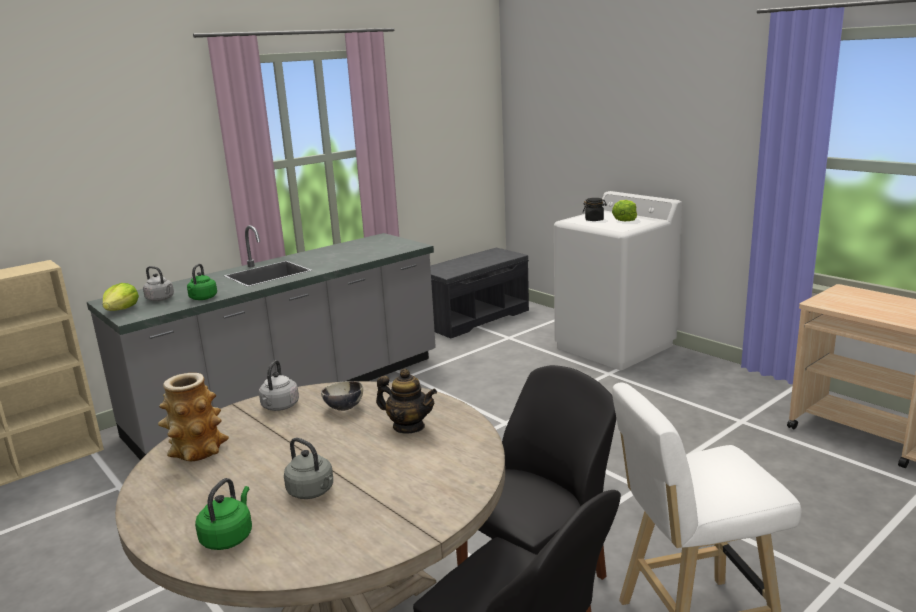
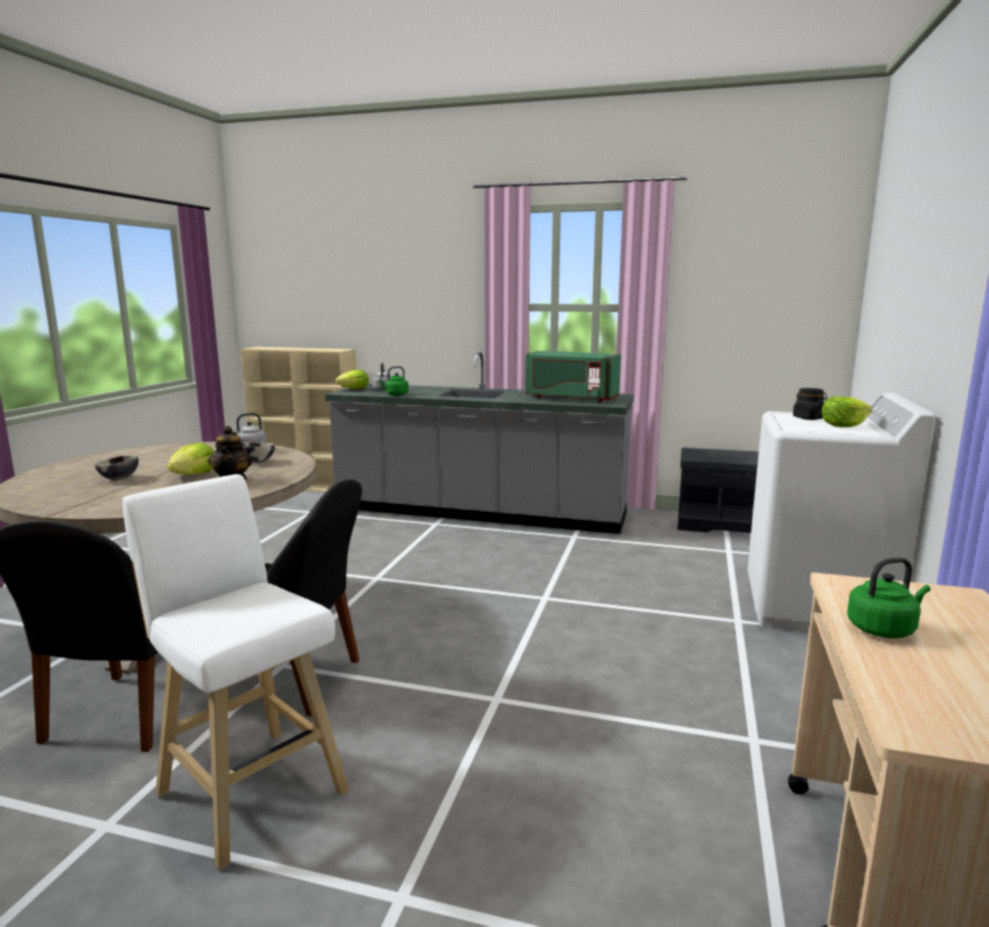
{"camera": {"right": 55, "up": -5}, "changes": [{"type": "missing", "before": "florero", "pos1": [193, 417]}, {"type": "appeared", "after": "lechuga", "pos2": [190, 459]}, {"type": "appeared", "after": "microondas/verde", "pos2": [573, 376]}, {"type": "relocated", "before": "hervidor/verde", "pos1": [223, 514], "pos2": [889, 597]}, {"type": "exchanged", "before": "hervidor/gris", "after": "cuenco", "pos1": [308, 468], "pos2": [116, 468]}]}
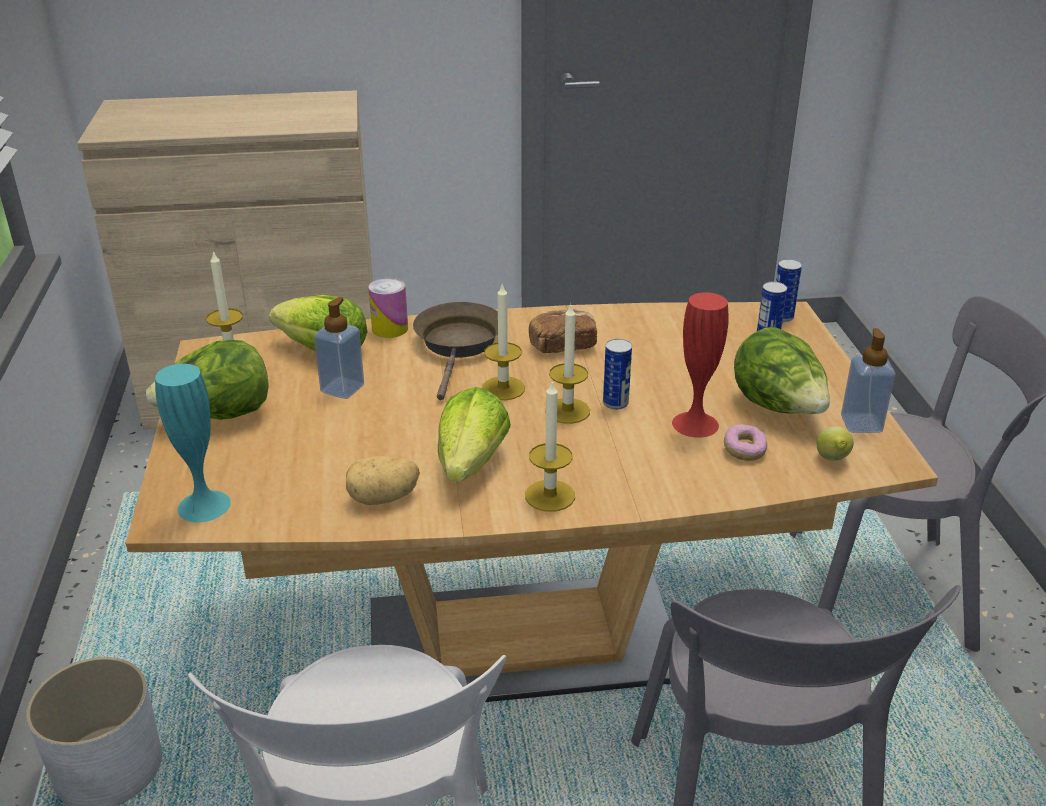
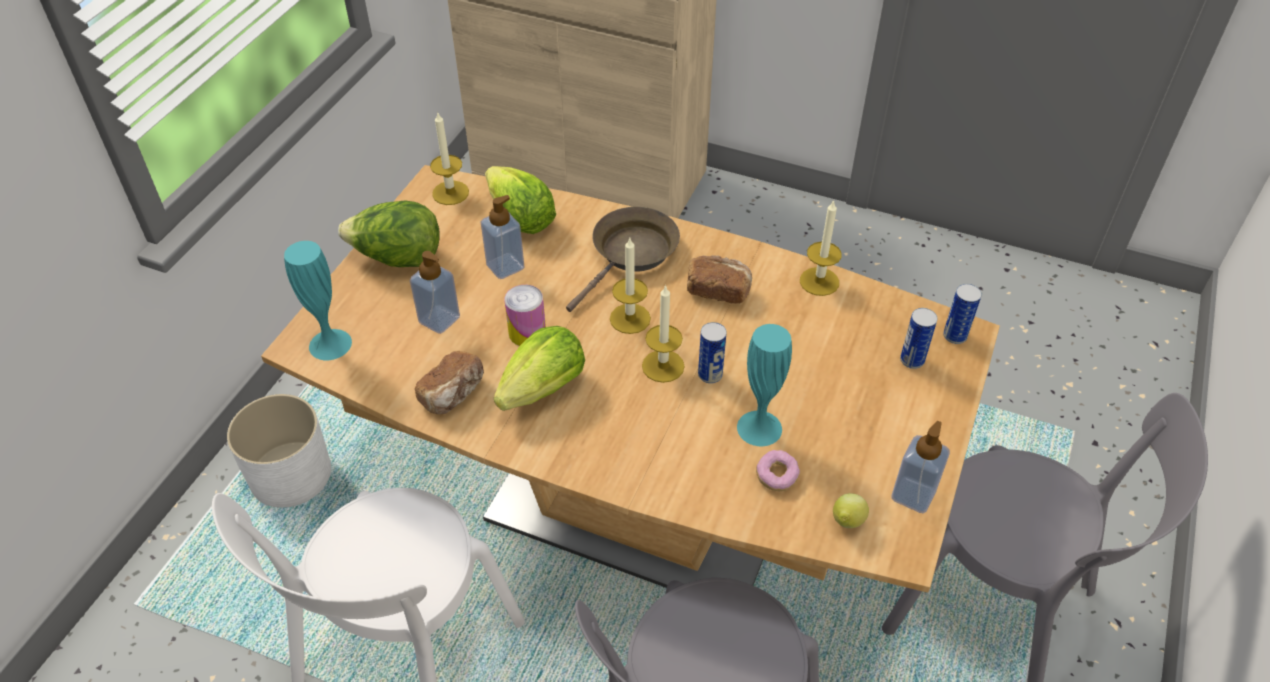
{"camera": {"right": 30, "up": 15}, "changes": [{"type": "missing", "before": "lechuga", "pos1": [782, 370]}, {"type": "appeared", "after": "dispensador de jabón", "pos2": [435, 292]}, {"type": "relocated", "before": "lata", "pos1": [388, 308], "pos2": [525, 315]}, {"type": "relocated", "before": "vela", "pos1": [550, 447], "pos2": [821, 248]}, {"type": "exchanged", "before": "patata", "after": "pan", "pos1": [383, 480], "pos2": [449, 382]}, {"type": "colour", "before": "florero/rojo", "after": "florero/turquesa", "pos1": [700, 365], "pos2": [764, 385]}]}
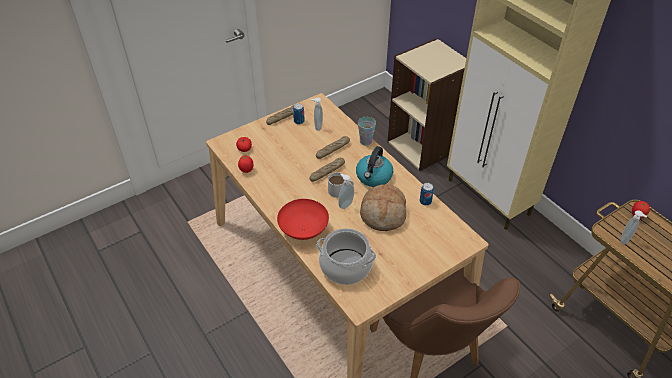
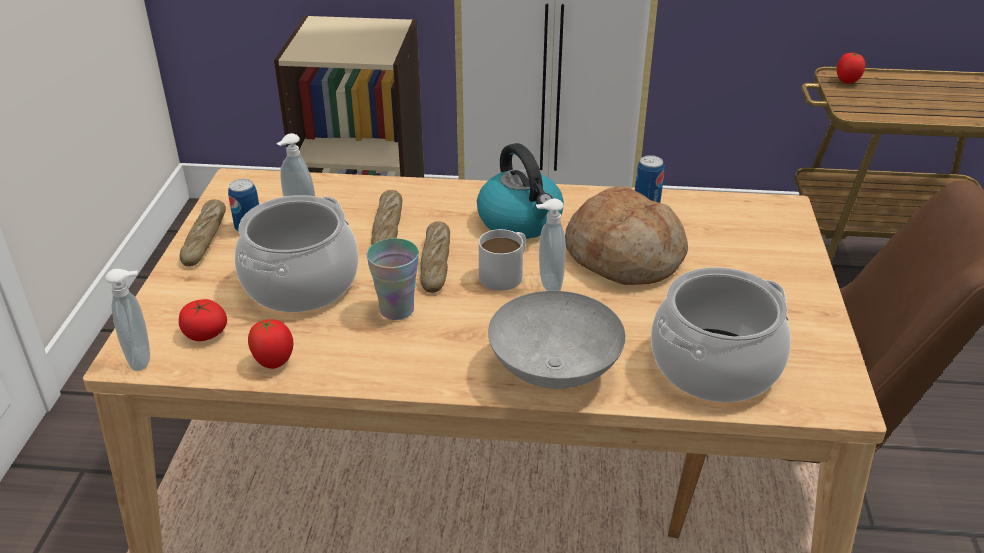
{"camera": {"right": -50, "up": -10}, "changes": [{"type": "appeared", "after": "olla", "pos2": [297, 253]}, {"type": "relocated", "before": "taza", "pos1": [367, 131], "pos2": [393, 279]}, {"type": "relocated", "before": "dispensador de jabón", "pos1": [633, 227], "pos2": [127, 320]}, {"type": "colour", "before": "cuenco/rojo", "after": "cuenco/gris", "pos1": [303, 219], "pos2": [557, 340]}]}
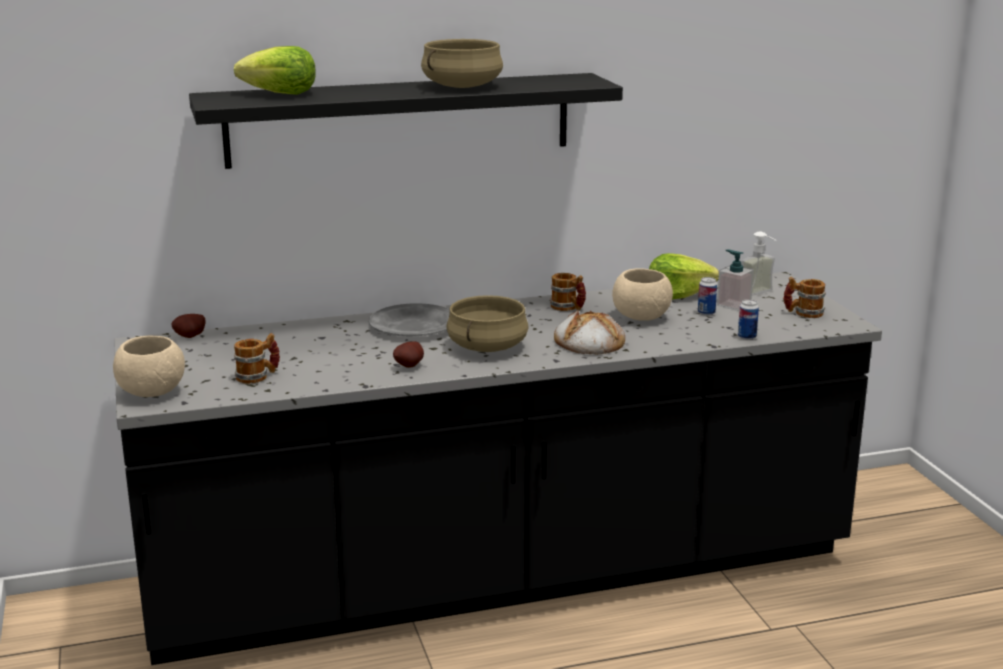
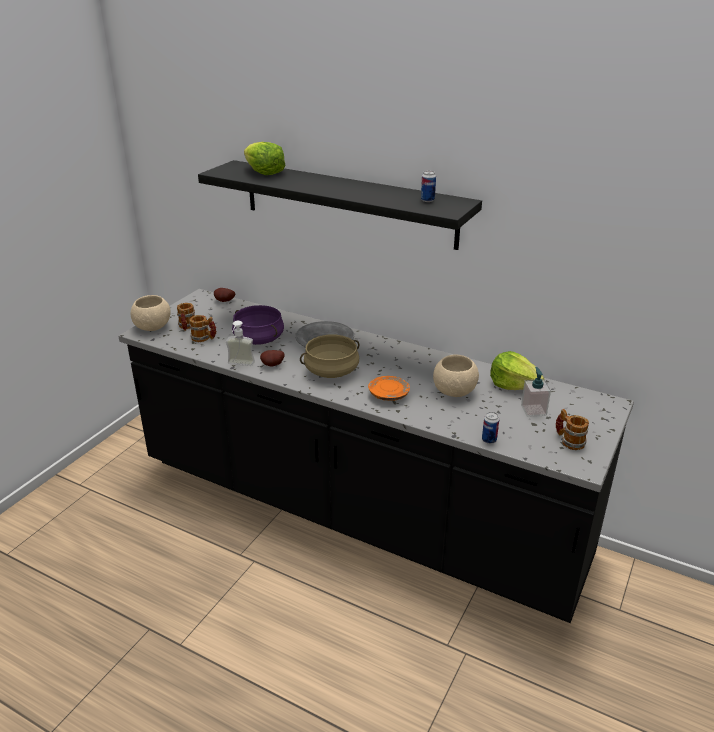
{"camera": {"right": 45, "up": 10}, "changes": [{"type": "missing", "before": "olla/beis", "pos1": [462, 63]}, {"type": "appeared", "after": "olla/morado", "pos2": [258, 325]}, {"type": "relocated", "before": "taza grande", "pos1": [568, 292], "pos2": [186, 317]}, {"type": "relocated", "before": "lata", "pos1": [707, 296], "pos2": [428, 186]}, {"type": "relocated", "before": "dispensador de jabón", "pos1": [759, 263], "pos2": [240, 343]}, {"type": "exchanged", "before": "pan", "after": "plato/naranja", "pos1": [589, 332], "pos2": [389, 388]}]}
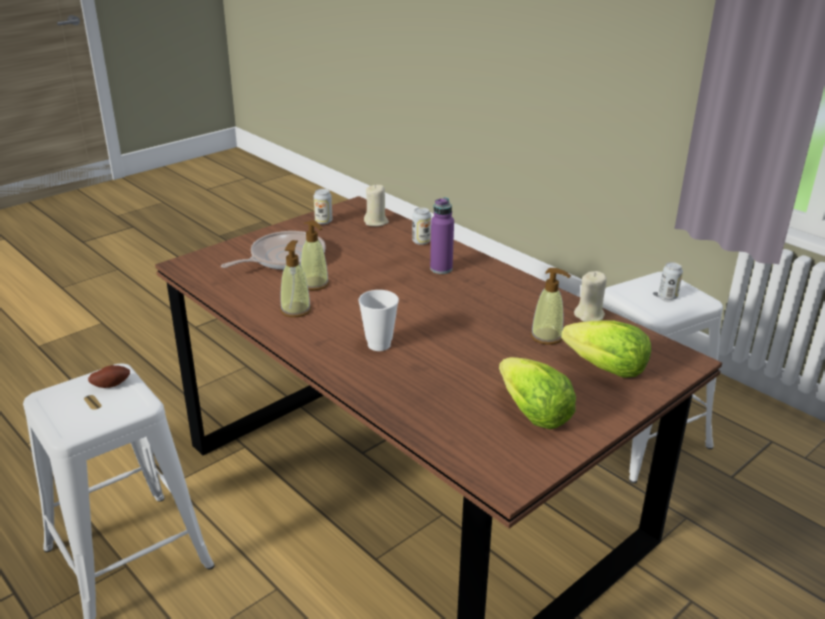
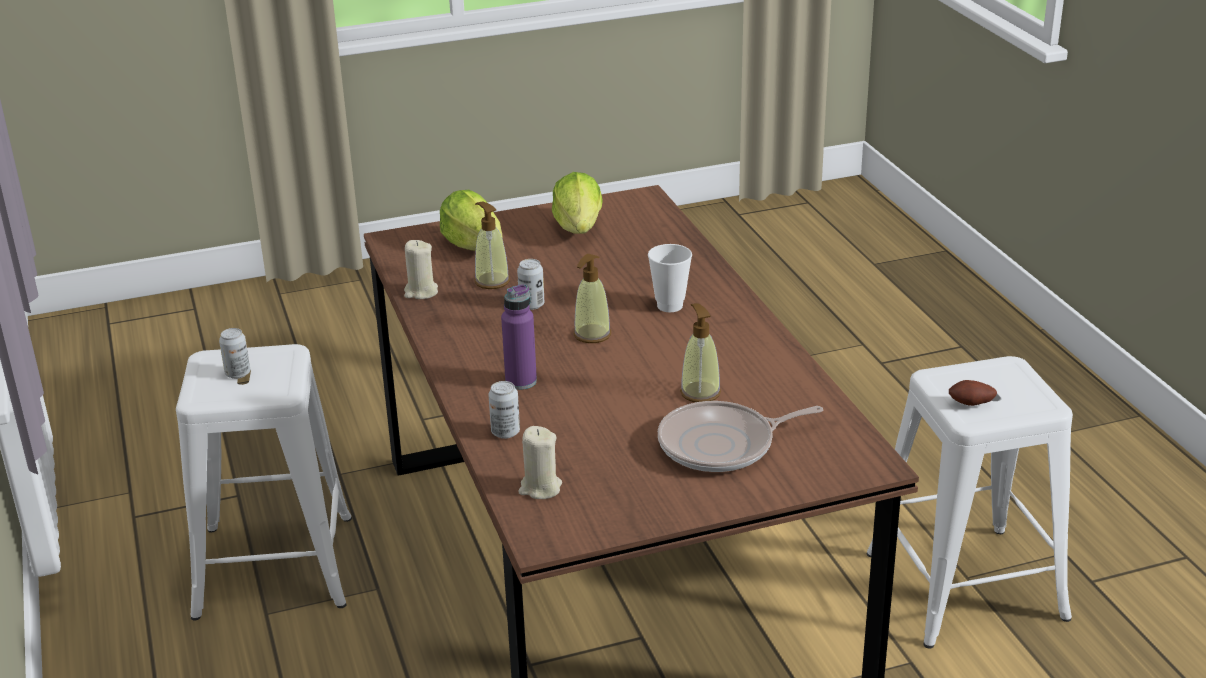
{"camera": {"right": -155, "up": 0}, "changes": [{"type": "relocated", "before": "dispensador de jabón", "pos1": [295, 278], "pos2": [592, 298]}, {"type": "relocated", "before": "lata", "pos1": [323, 206], "pos2": [530, 284]}]}
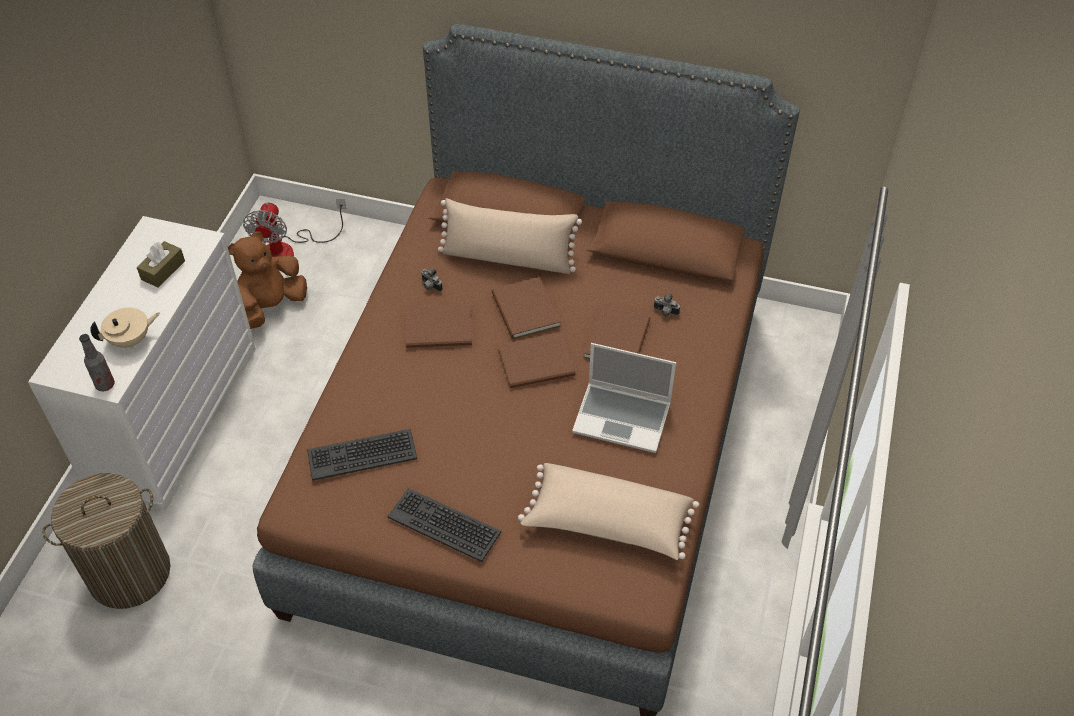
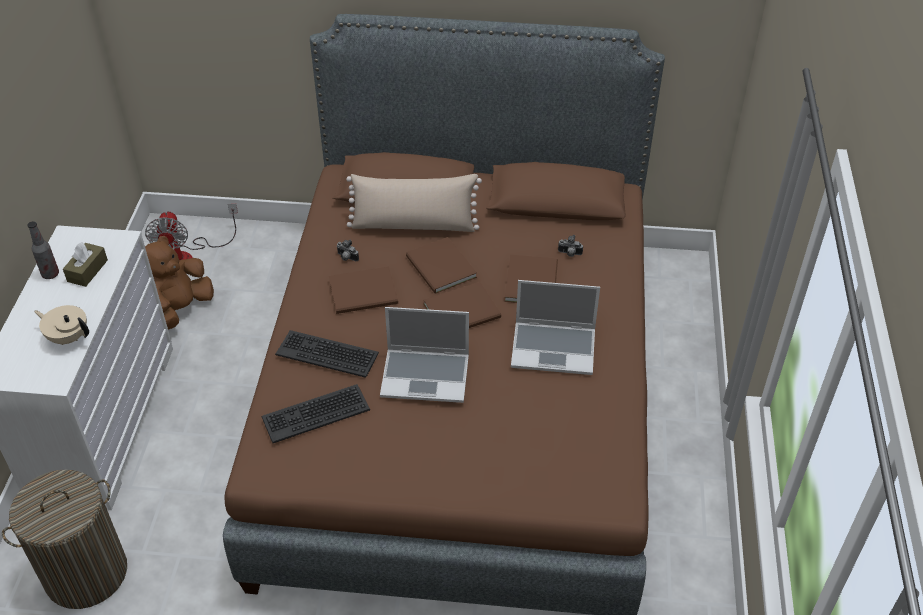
{"camera": {"right": -10, "up": -5}, "changes": [{"type": "missing", "before": "cojín/beis", "pos1": [608, 511]}, {"type": "appeared", "after": "portátil", "pos2": [424, 355]}, {"type": "relocated", "before": "botella", "pos1": [97, 362], "pos2": [43, 250]}, {"type": "relocated", "before": "teclado", "pos1": [444, 525], "pos2": [327, 354]}, {"type": "spun", "before": "tetera/beis", "pos1": [125, 328], "pos2": [61, 325], "turn": -120}]}
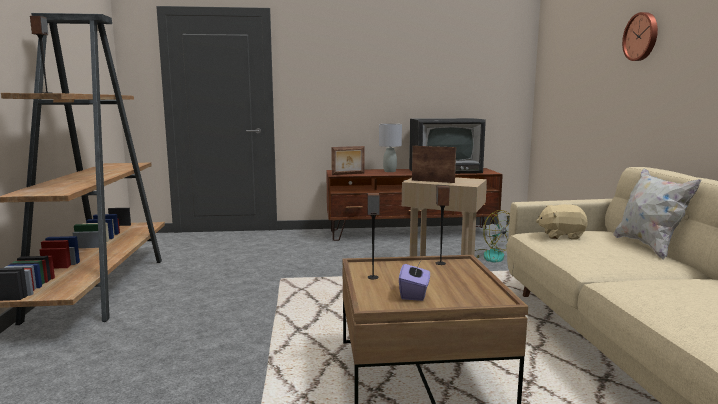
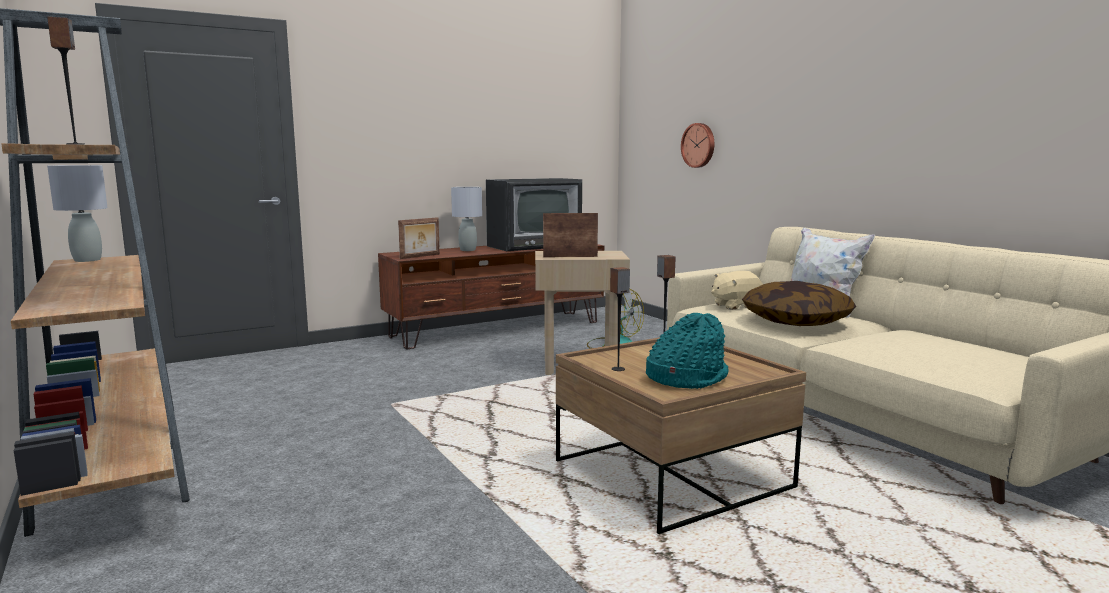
{"camera": {"right": -25, "up": 0}, "changes": [{"type": "appeared", "after": "lámpara de mesa/gris", "pos2": [77, 213]}, {"type": "appeared", "after": "cojín", "pos2": [799, 303]}, {"type": "relocated", "before": "reloj de pared", "pos1": [640, 36], "pos2": [697, 145]}, {"type": "exchanged", "before": "caja de pañuelos/morado", "after": "sombrero/turquesa", "pos1": [414, 280], "pos2": [687, 351]}]}
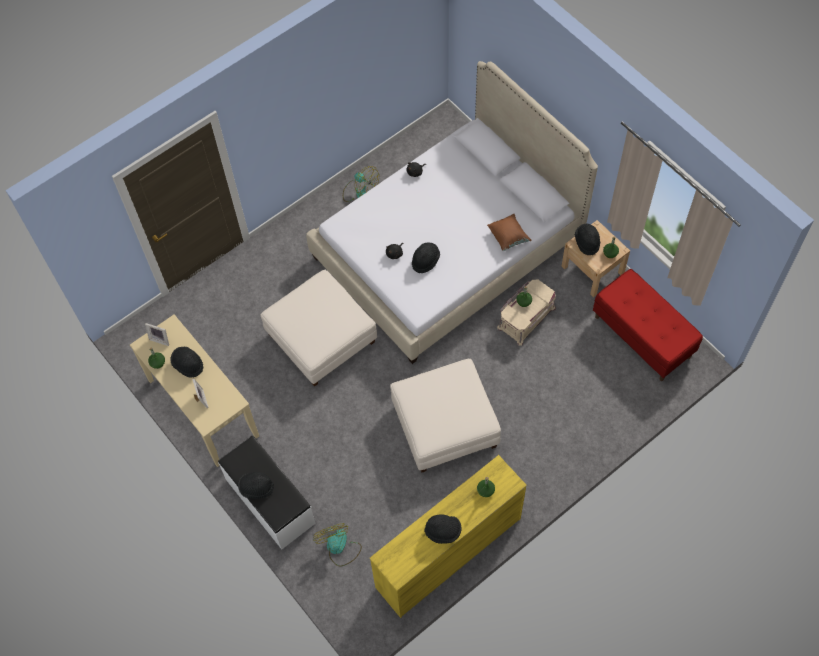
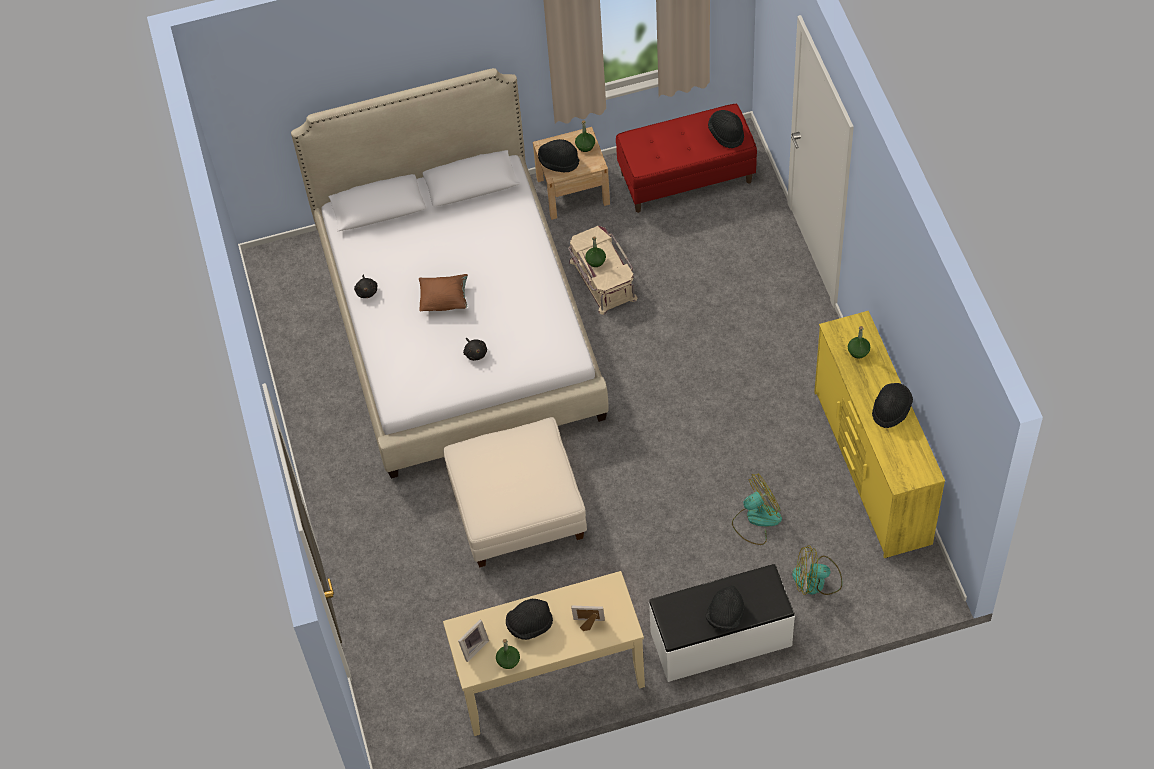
{"camera": {"right": -65, "up": -5}, "changes": [{"type": "missing", "before": "puf/blanco", "pos1": [445, 415]}, {"type": "relocated", "before": "ventilador", "pos1": [361, 184], "pos2": [757, 509]}, {"type": "relocated", "before": "sombrero/negro", "pos1": [426, 258], "pos2": [726, 129]}, {"type": "relocated", "before": "cojín/marrón", "pos1": [509, 232], "pos2": [443, 292]}]}
